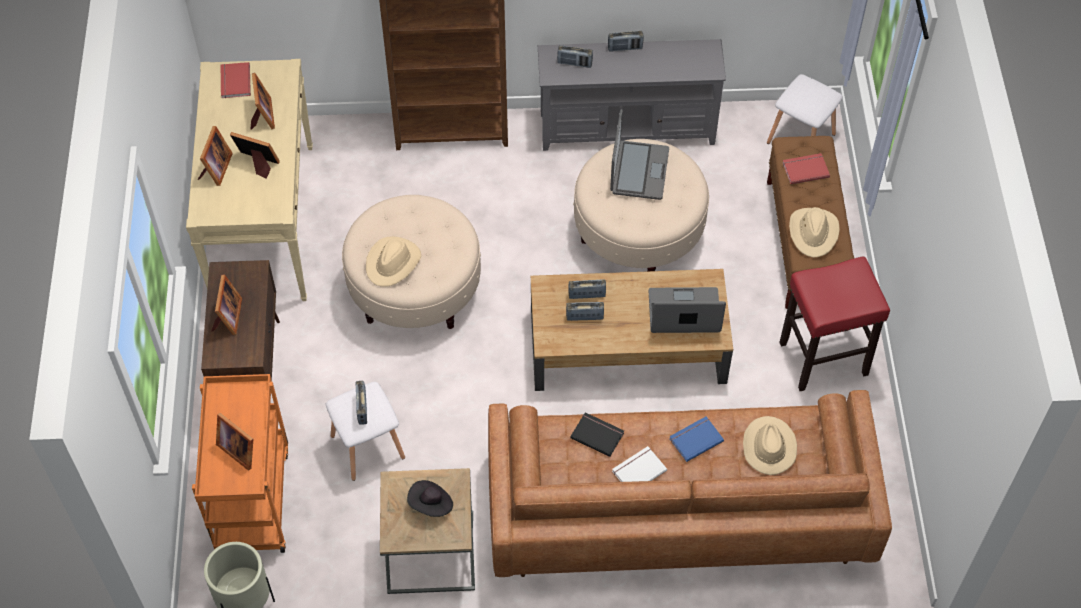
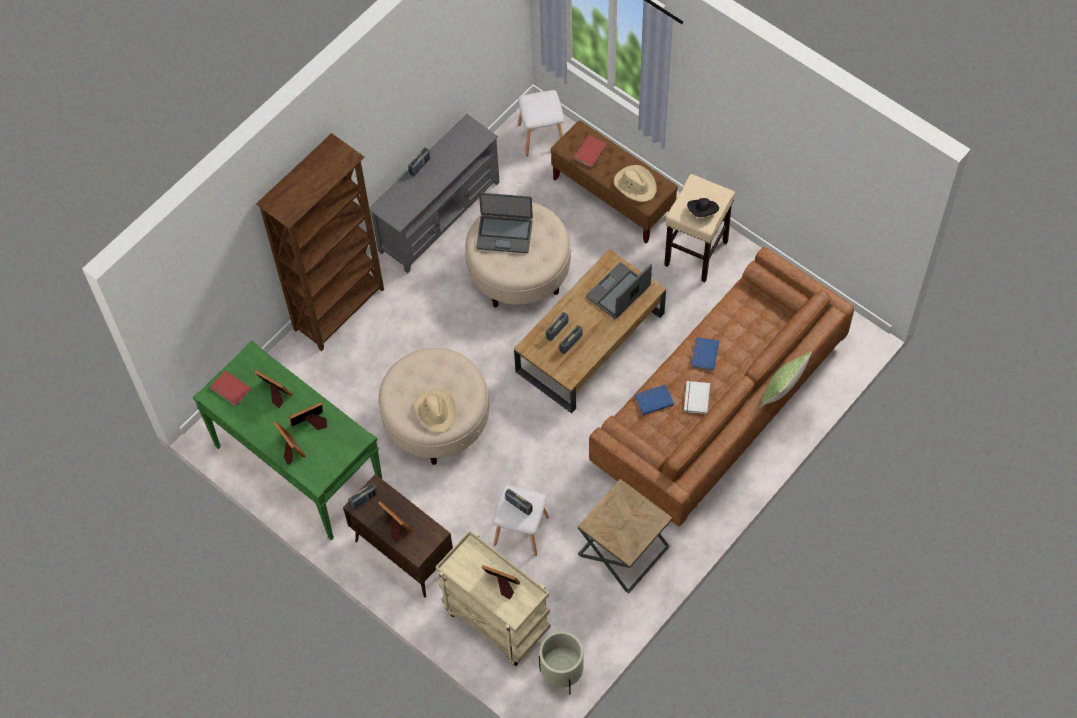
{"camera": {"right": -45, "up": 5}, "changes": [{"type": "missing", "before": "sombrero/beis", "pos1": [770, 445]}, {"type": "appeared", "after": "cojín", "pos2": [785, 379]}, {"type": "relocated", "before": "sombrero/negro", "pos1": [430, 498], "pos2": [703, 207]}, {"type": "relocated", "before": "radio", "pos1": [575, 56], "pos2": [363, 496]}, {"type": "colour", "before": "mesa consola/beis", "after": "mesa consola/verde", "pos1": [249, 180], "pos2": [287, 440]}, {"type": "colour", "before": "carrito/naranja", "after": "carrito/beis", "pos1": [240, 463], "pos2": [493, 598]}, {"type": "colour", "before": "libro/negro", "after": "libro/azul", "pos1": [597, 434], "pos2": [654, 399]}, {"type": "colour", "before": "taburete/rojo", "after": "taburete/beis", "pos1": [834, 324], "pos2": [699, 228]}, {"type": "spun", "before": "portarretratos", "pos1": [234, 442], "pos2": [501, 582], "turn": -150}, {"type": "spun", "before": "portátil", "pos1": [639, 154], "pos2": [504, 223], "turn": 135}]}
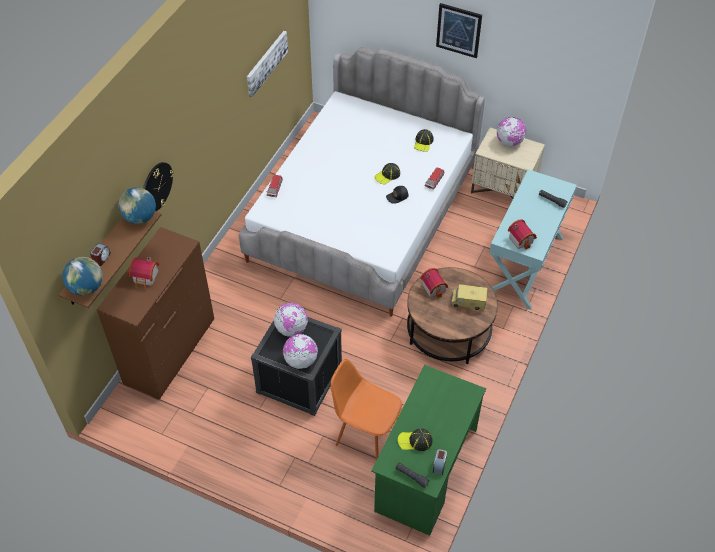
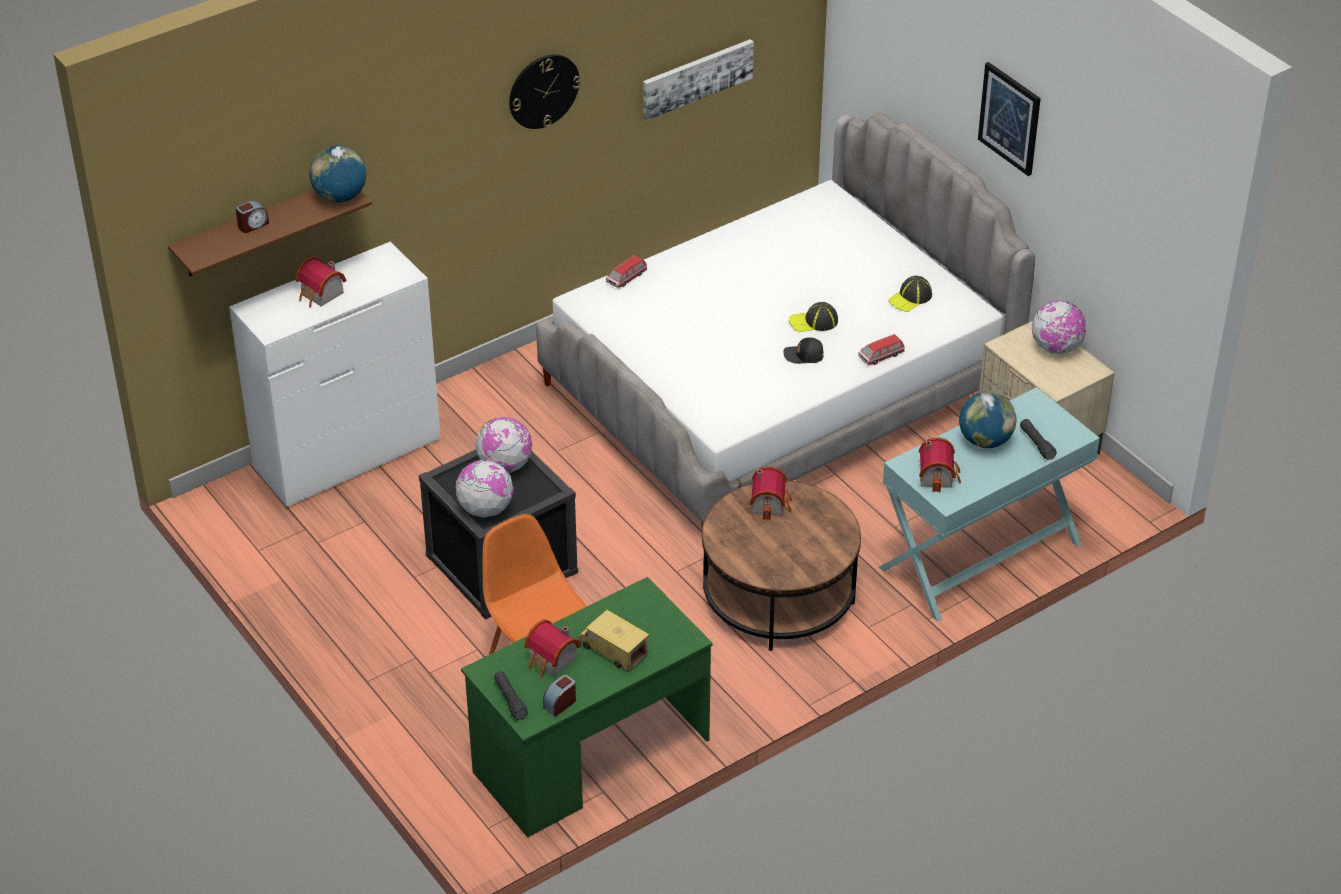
{"camera": {"right": 30, "up": -10}, "changes": [{"type": "relocated", "before": "globo terráqueo", "pos1": [82, 276], "pos2": [987, 419]}, {"type": "relocated", "before": "reloj de pared", "pos1": [158, 186], "pos2": [545, 91]}, {"type": "relocated", "before": "camión de juguete", "pos1": [469, 297], "pos2": [613, 640]}, {"type": "exchanged", "before": "gorra", "after": "casita", "pos1": [415, 439], "pos2": [552, 648]}, {"type": "colour", "before": "cómoda/marrón", "after": "cómoda/blanco", "pos1": [155, 313], "pos2": [335, 374]}]}
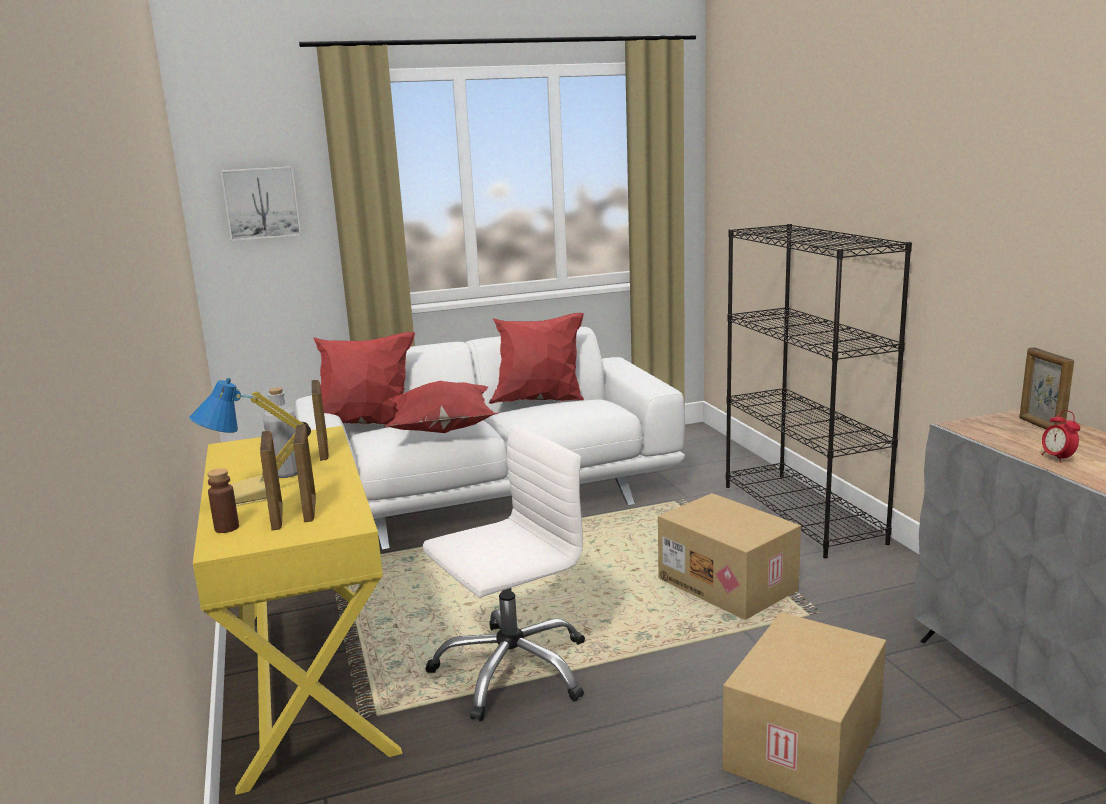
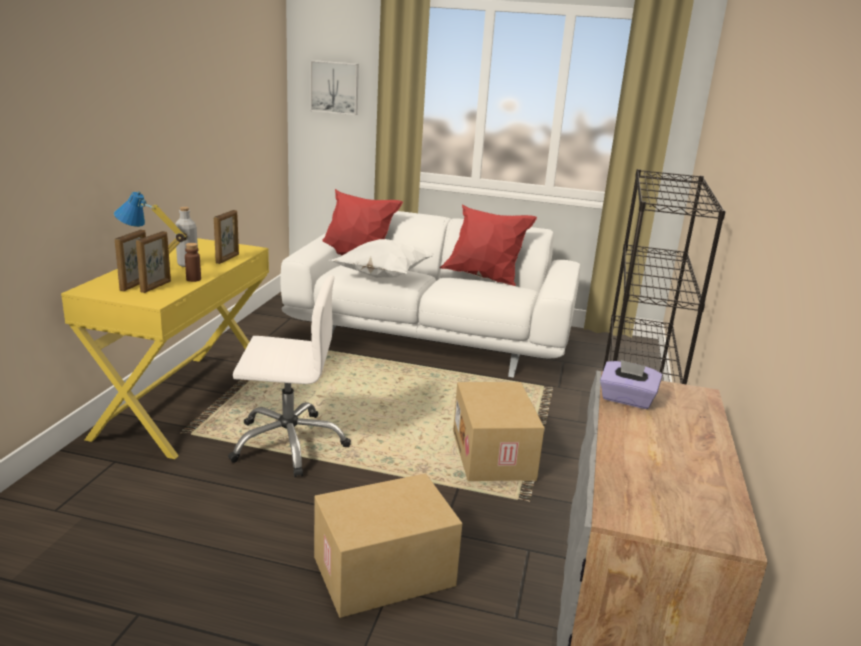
{"camera": {"right": 30, "up": 5}, "changes": [{"type": "missing", "before": "portarretratos", "pos1": [1046, 388]}, {"type": "missing", "before": "despertador", "pos1": [1060, 436]}, {"type": "appeared", "after": "caja de pañuelos/morado", "pos2": [631, 384]}, {"type": "relocated", "before": "botella/marrón", "pos1": [223, 500], "pos2": [193, 262]}, {"type": "colour", "before": "cojín/rojo", "after": "cojín/blanco", "pos1": [440, 407], "pos2": [383, 258]}]}
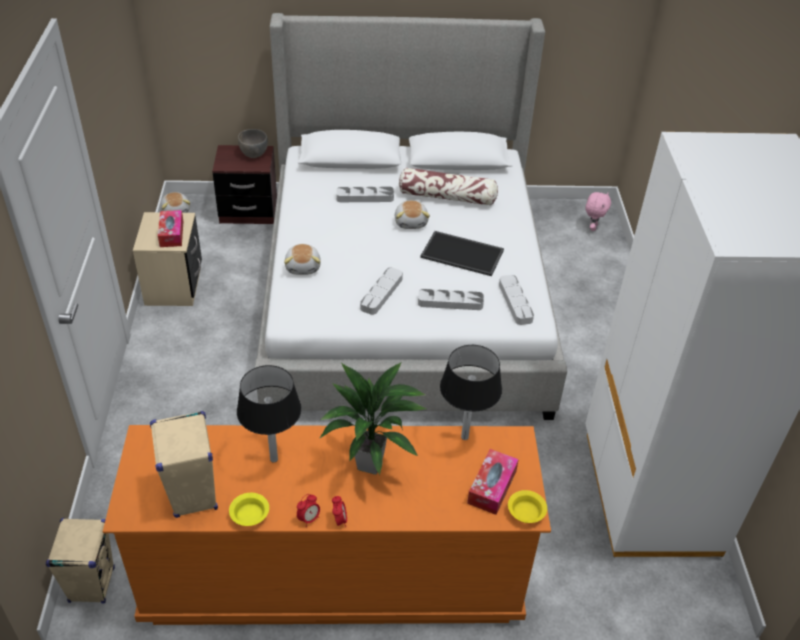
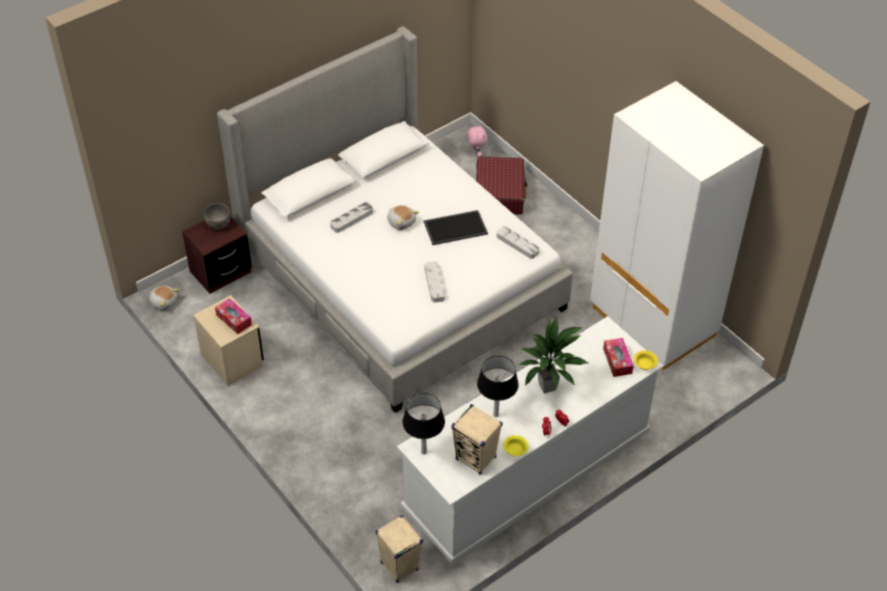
{"camera": {"right": -35, "up": 5}, "changes": [{"type": "missing", "before": "peluche", "pos1": [302, 259]}, {"type": "missing", "before": "cojín", "pos1": [448, 186]}, {"type": "missing", "before": "bandeja/gris", "pos1": [451, 299]}, {"type": "appeared", "after": "maleta/rojo", "pos2": [501, 185]}, {"type": "relocated", "before": "lámpara de mesa/negro", "pos1": [471, 392], "pos2": [423, 423]}, {"type": "colour", "before": "cómoda/naranja", "after": "cómoda/blanco", "pos1": [327, 525], "pos2": [530, 440]}]}
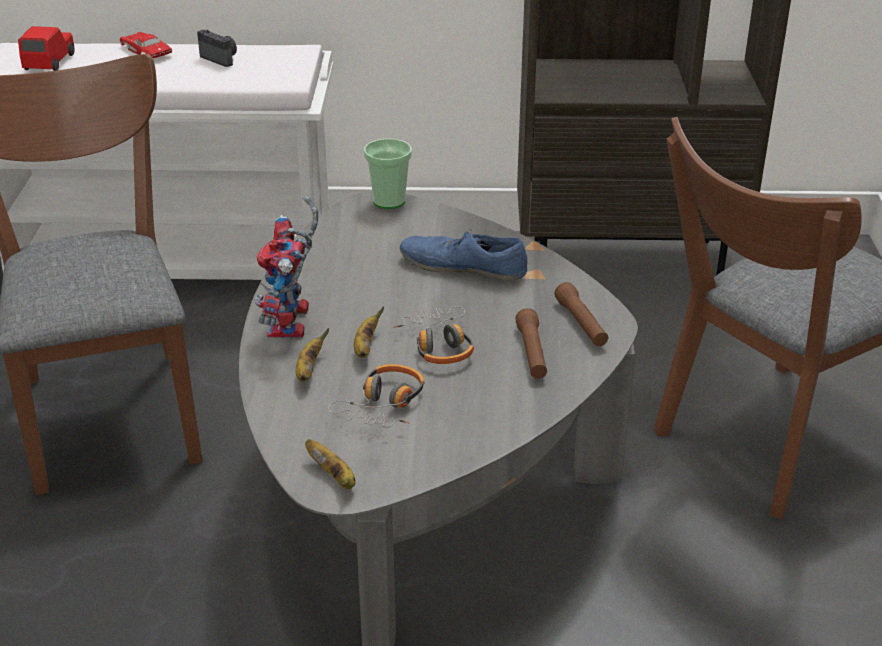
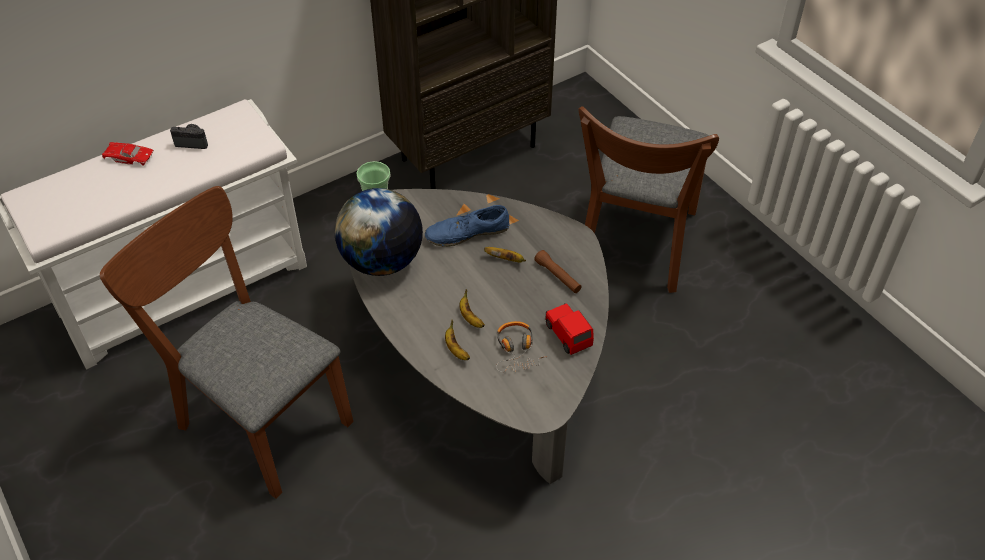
{"camera": {"right": -35, "up": 15}, "changes": [{"type": "missing", "before": "robot de juguete", "pos1": [286, 267]}, {"type": "missing", "before": "auriculares", "pos1": [433, 335]}, {"type": "missing", "before": "linterna/marrón", "pos1": [581, 314]}, {"type": "appeared", "after": "globo terráqueo", "pos2": [379, 232]}, {"type": "relocated", "before": "coche de juguete/rojo", "pos1": [46, 48], "pos2": [569, 329]}, {"type": "relocated", "before": "plátano", "pos1": [330, 464], "pos2": [505, 254]}]}
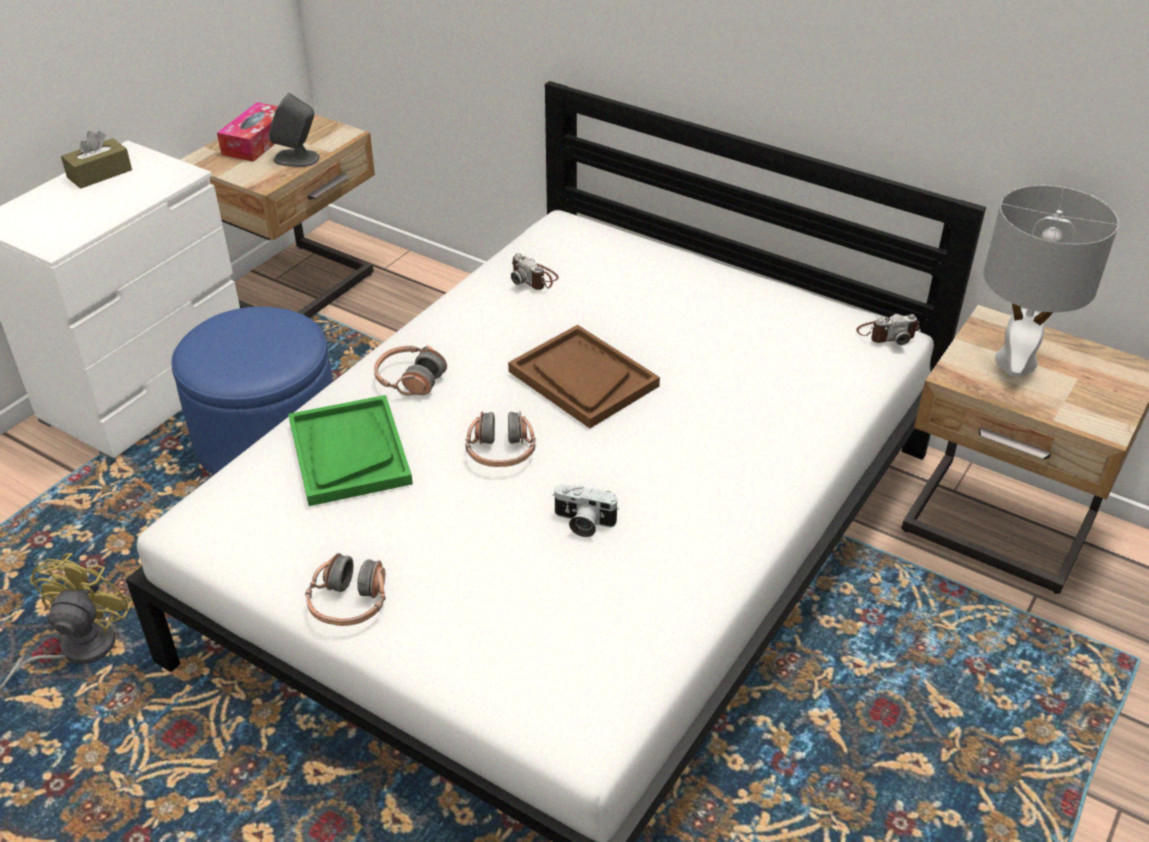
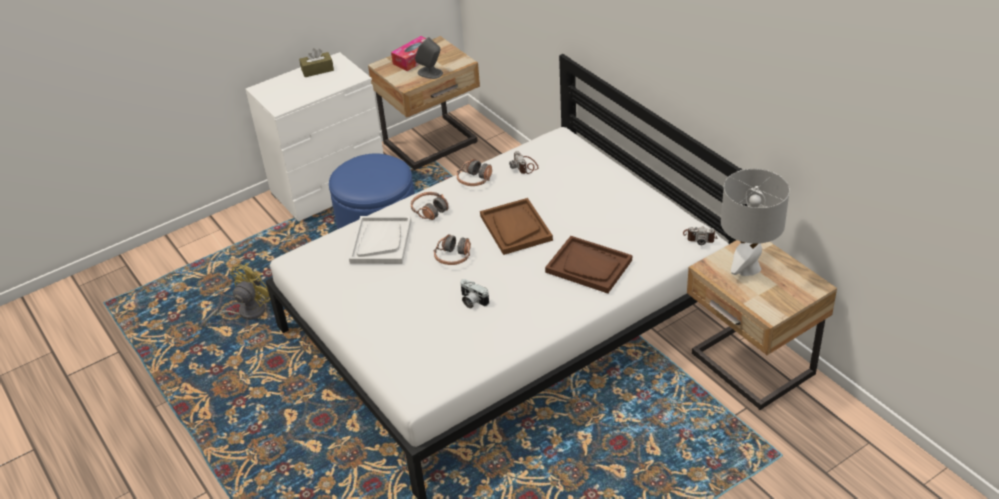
{"camera": {"right": 25, "up": 0}, "changes": [{"type": "appeared", "after": "bandeja/marrón", "pos2": [588, 265]}, {"type": "relocated", "before": "auriculares", "pos1": [345, 589], "pos2": [474, 172]}, {"type": "colour", "before": "bandeja/verde", "after": "bandeja/blanco", "pos1": [350, 450], "pos2": [380, 240]}]}
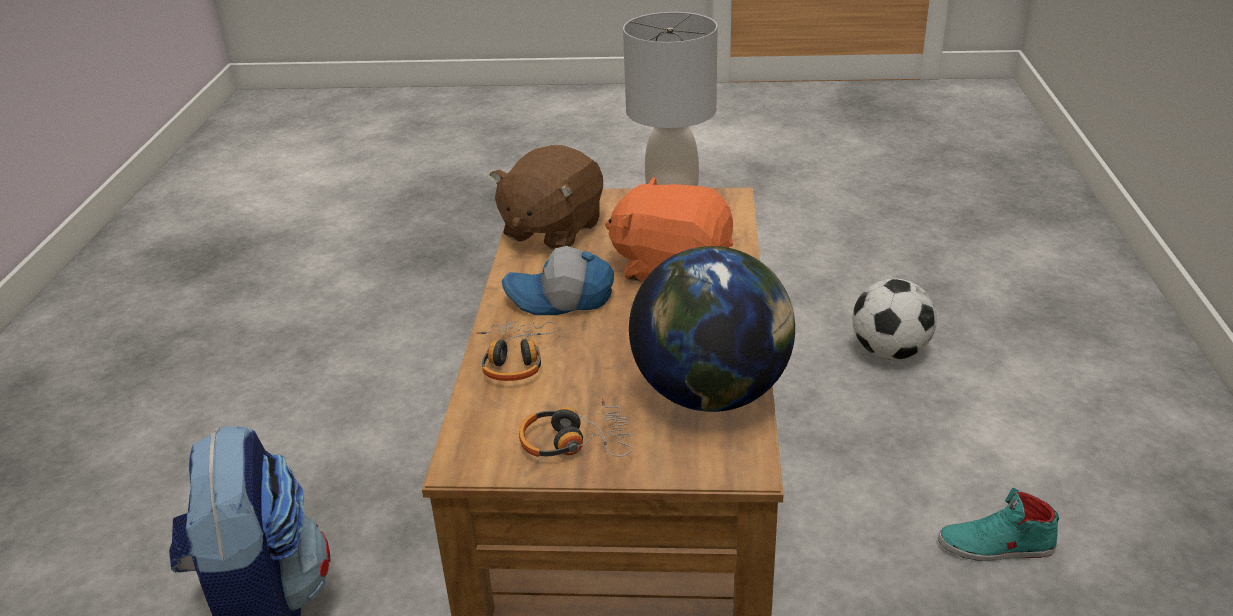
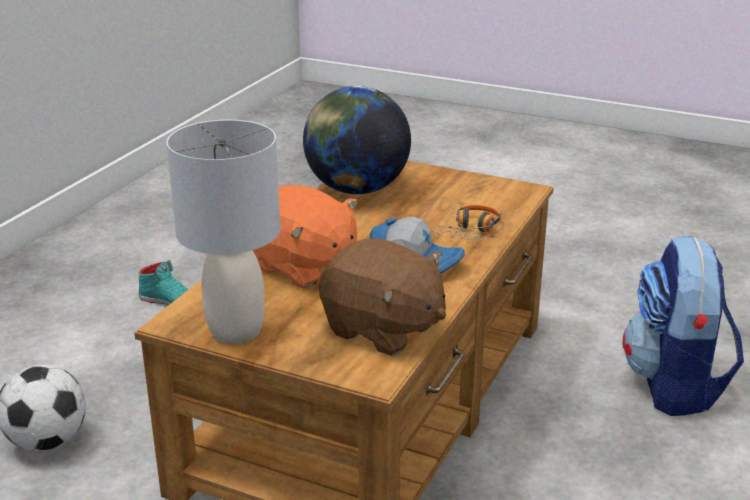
{"camera": {"right": -160, "up": -5}, "changes": [{"type": "missing", "before": "auriculares", "pos1": [576, 427]}, {"type": "spun", "before": "peluche/marrón", "pos1": [546, 197], "pos2": [382, 297], "turn": 75}]}
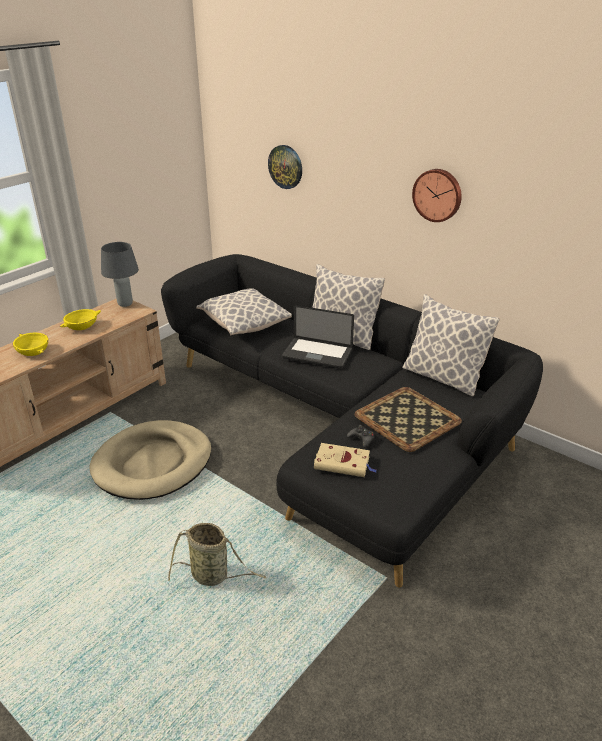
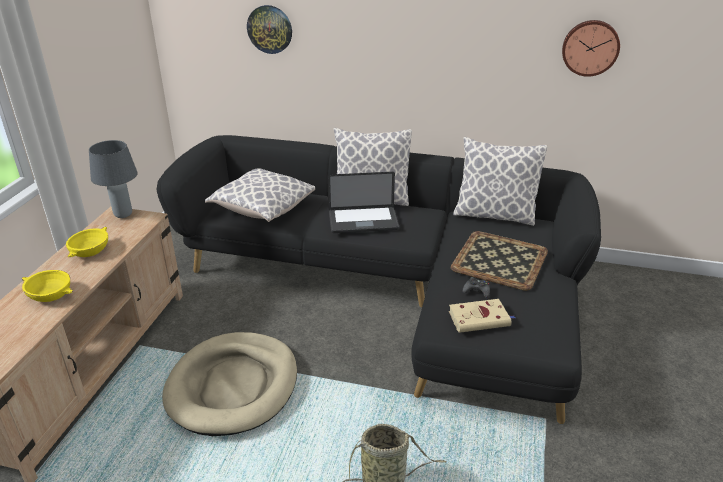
{"camera": {"right": -25, "up": 0}, "changes": [{"type": "relocated", "before": "reloj de pared", "pos1": [437, 195], "pos2": [591, 48]}]}
